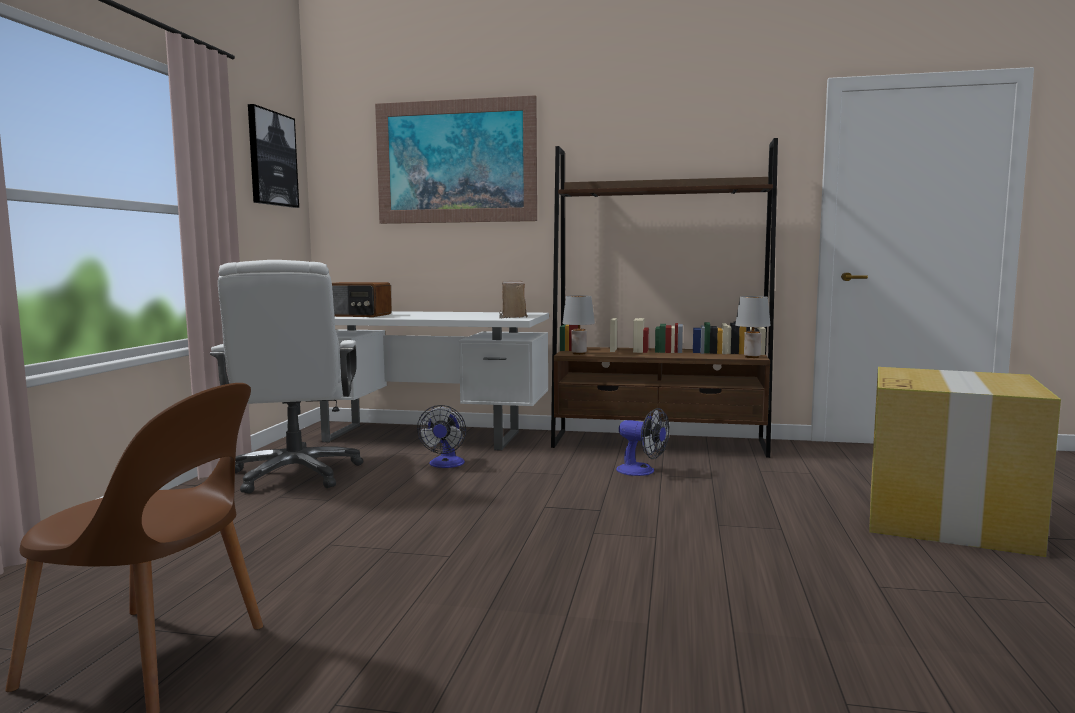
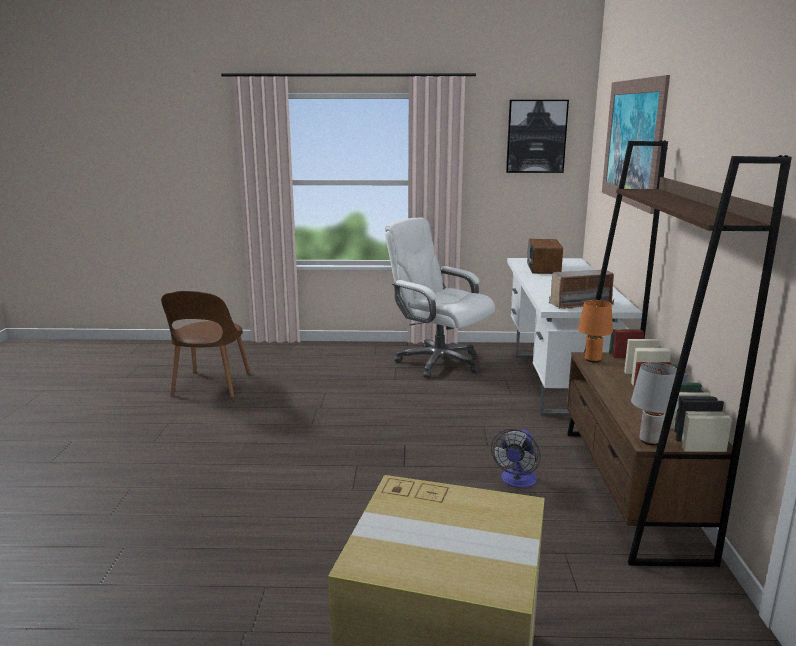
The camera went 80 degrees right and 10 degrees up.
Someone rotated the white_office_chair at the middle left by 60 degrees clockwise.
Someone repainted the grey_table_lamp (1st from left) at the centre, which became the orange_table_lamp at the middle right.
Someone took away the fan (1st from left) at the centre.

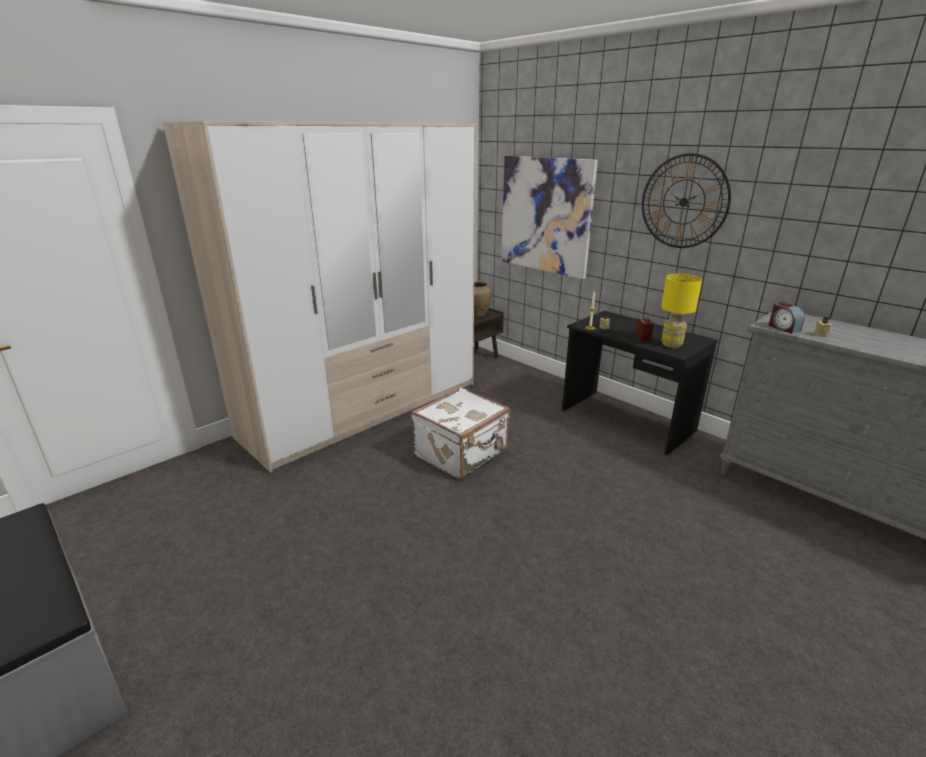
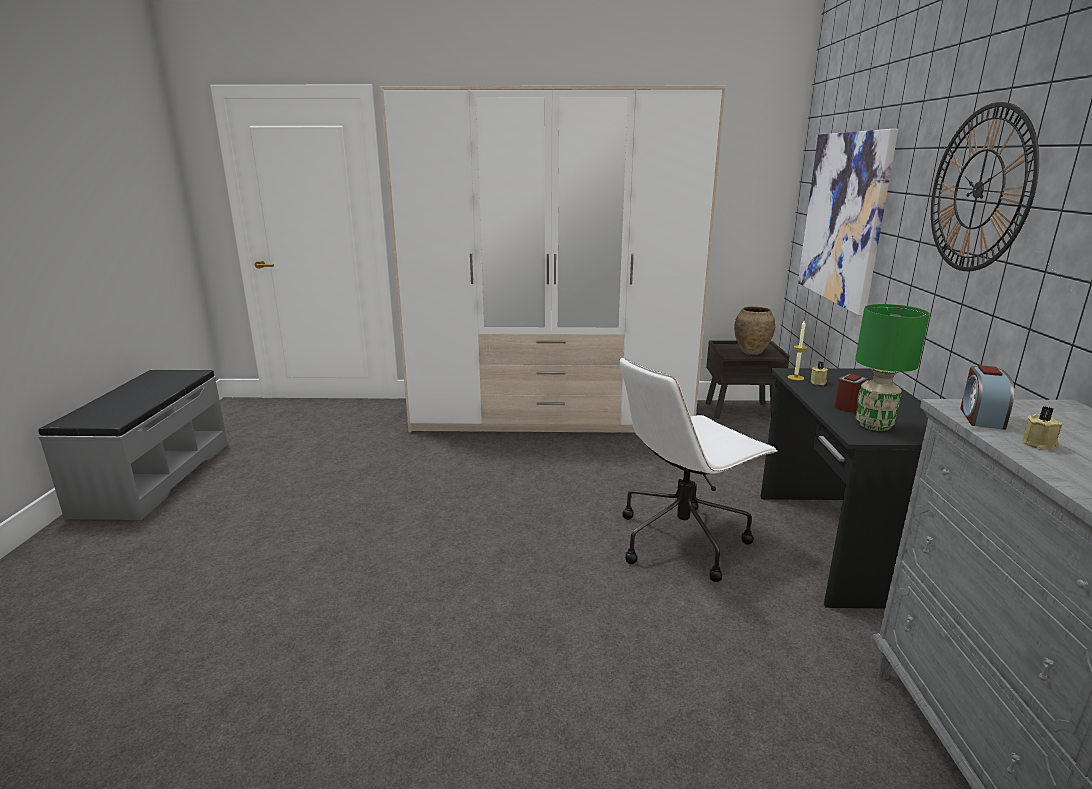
The camera went 45 degrees right and 5 degrees down.
Someone put down the white_office_chair at the centre.
Someone repainted the yellow_table_lamp at the middle right, which became the green_table_lamp at the middle right.
Someone took away the white_suitcase at the centre.

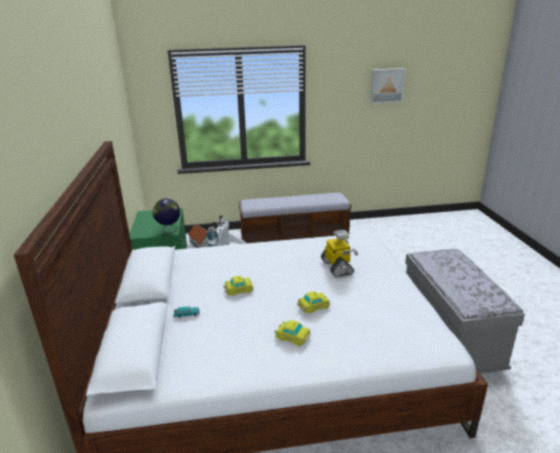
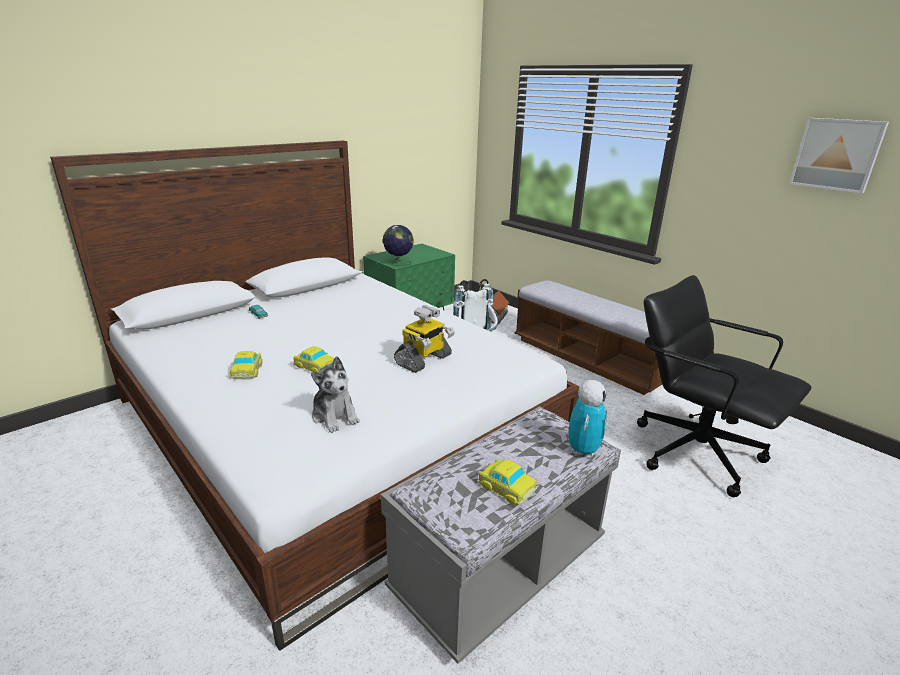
The camera went 55 degrees right and 0 degrees up.
Someone put down the plush_toy at the centre.
Someone carried the toy_car (2nd from left in the first image) from the centre to the bottom centre.
Someone put down the toy_robot (2nd from left) at the centre.
Someone put down the black_office_chair at the middle right.

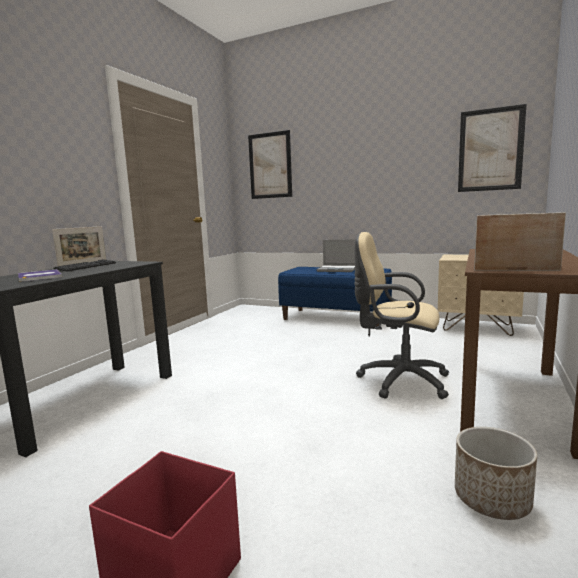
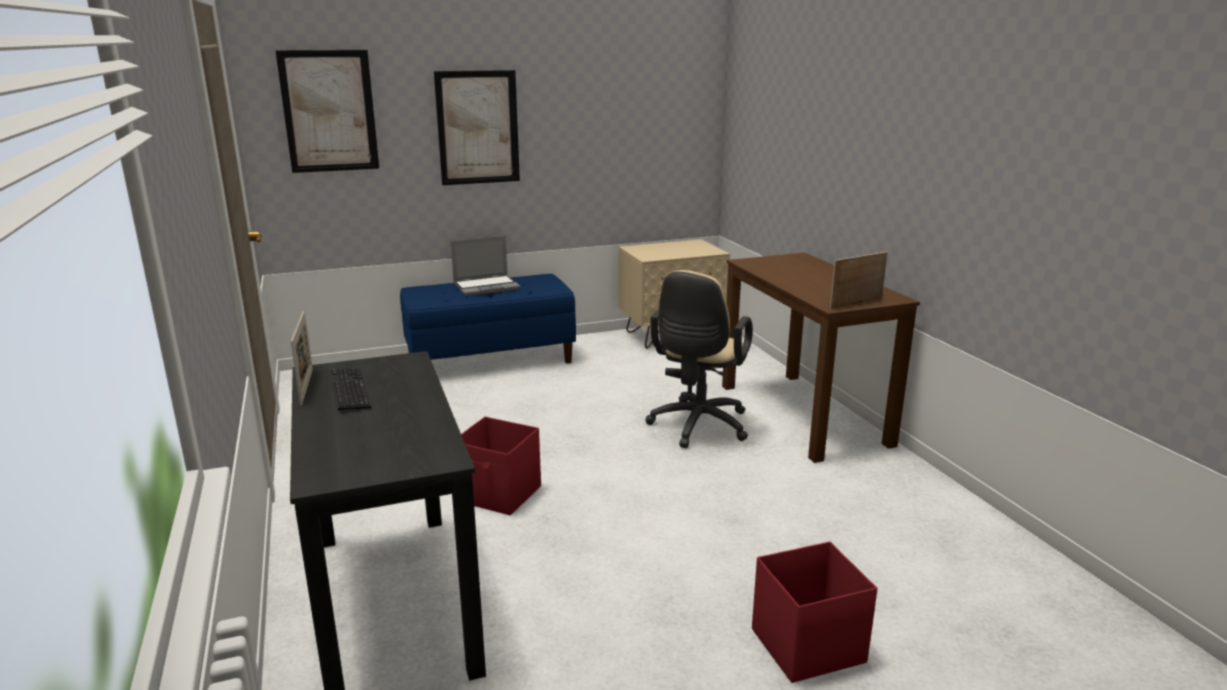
The camera went 45 degrees left and 10 degrees up.
Someone carried the picture (2nd from left) from the top right to the top centre.
Someone put down the red_storage_box (1st from left) at the bottom centre.
Someone rotated the beige_office_chair at the middle right by 45 degrees counterclockwise.
Someone took away the book at the middle left.
Someone took away the planter at the bottom right.

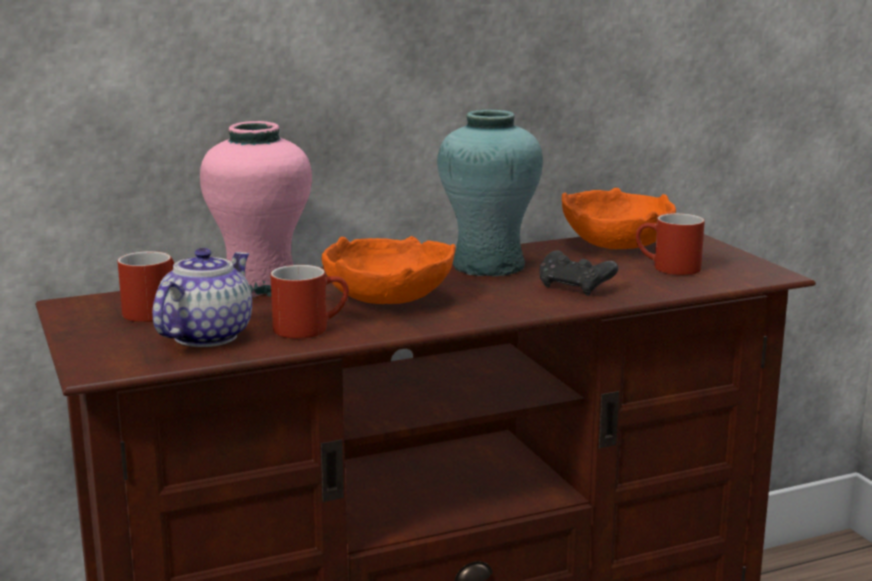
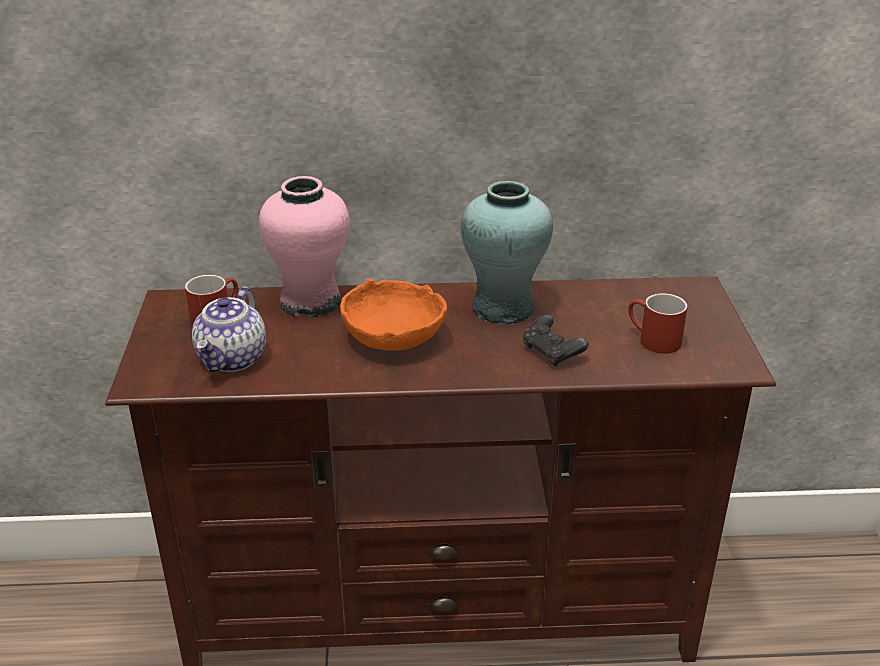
The camera went 20 degrees right and 15 degrees up.
Someone rotated the teapot at the middle left by 150 degrees clockwise.
Someone took away the red_mug (2nd from left) at the centre.
Someone took away the orange_bowl (2nd from left) at the middle right.

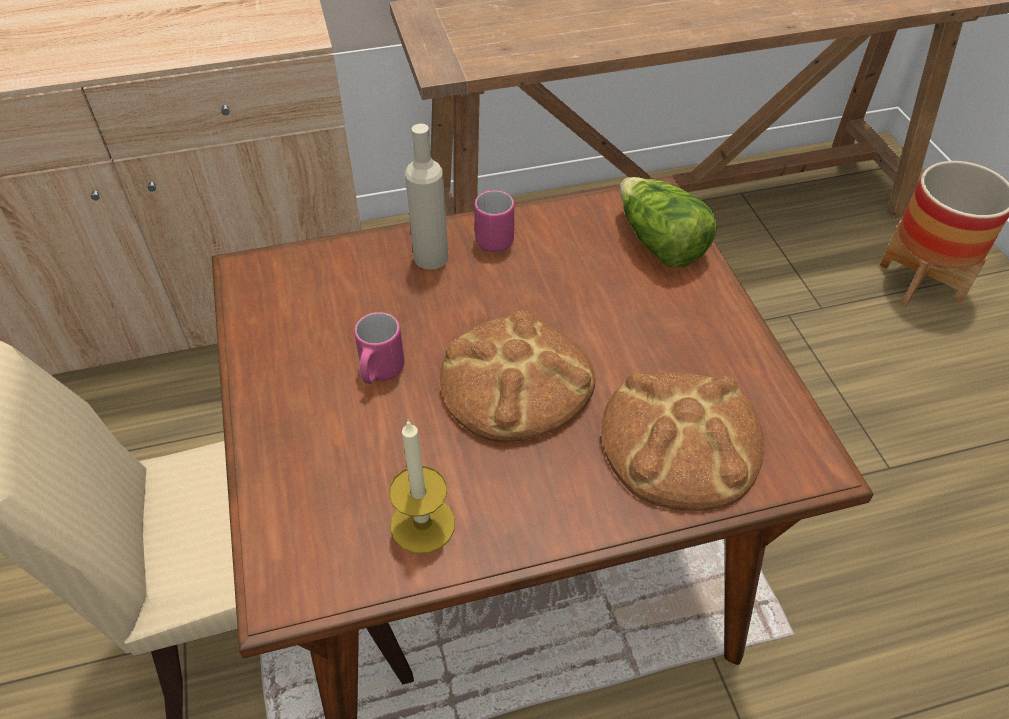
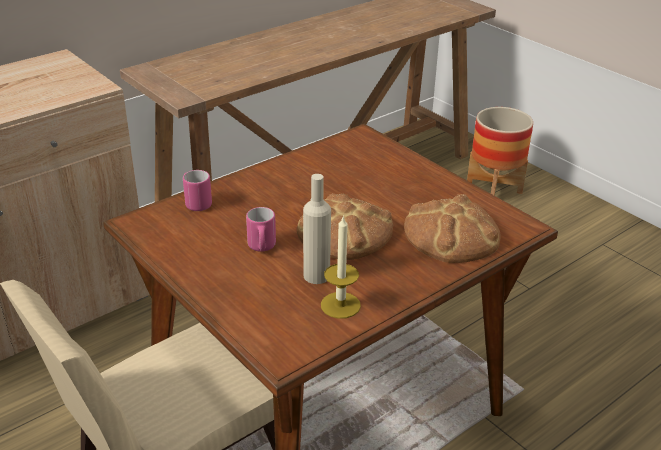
The camera went 25 degrees left and 15 degrees down.
Someone carried the pink_mug (2nd from left in the first image) from the top centre to the middle left.
Someone carried the beige_bottle from the top centre to the centre.
Someone took away the lettuce at the top centre.

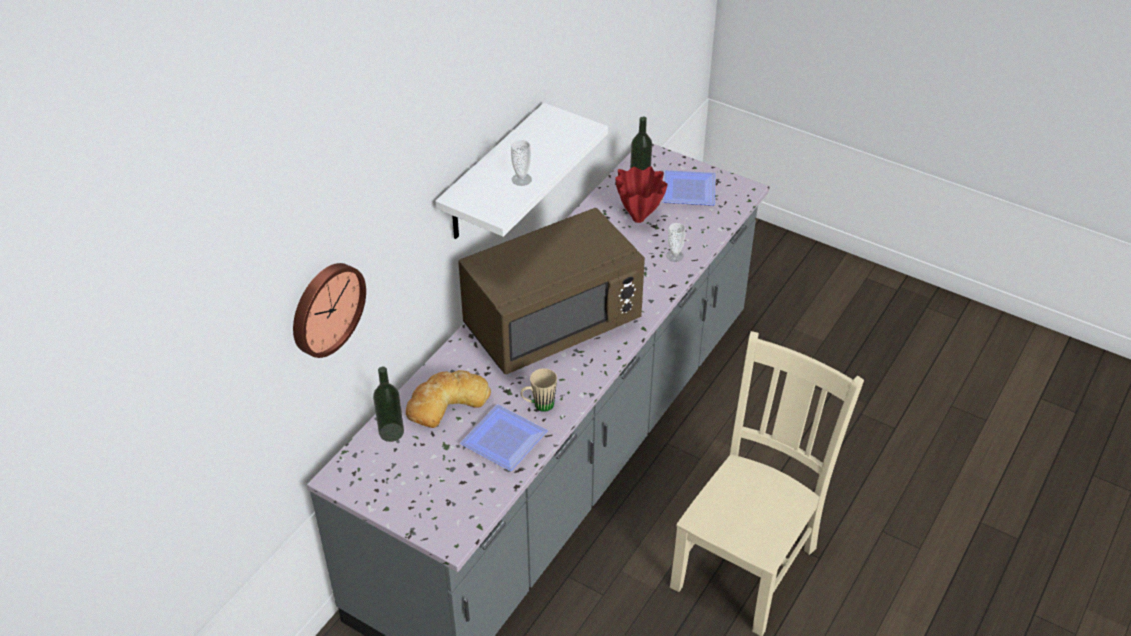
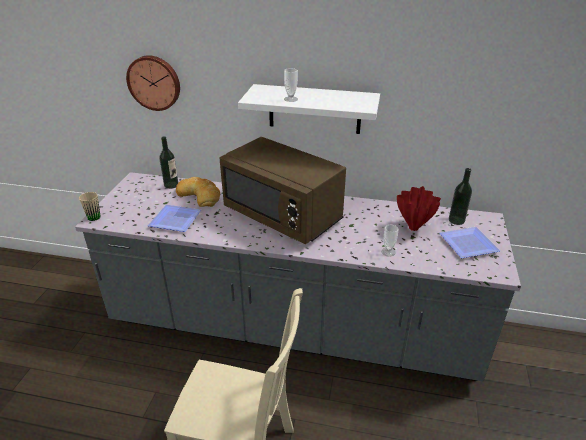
The camera went 70 degrees right and 10 degrees down.
Someone carried the beige_mug from the centre to the middle left.

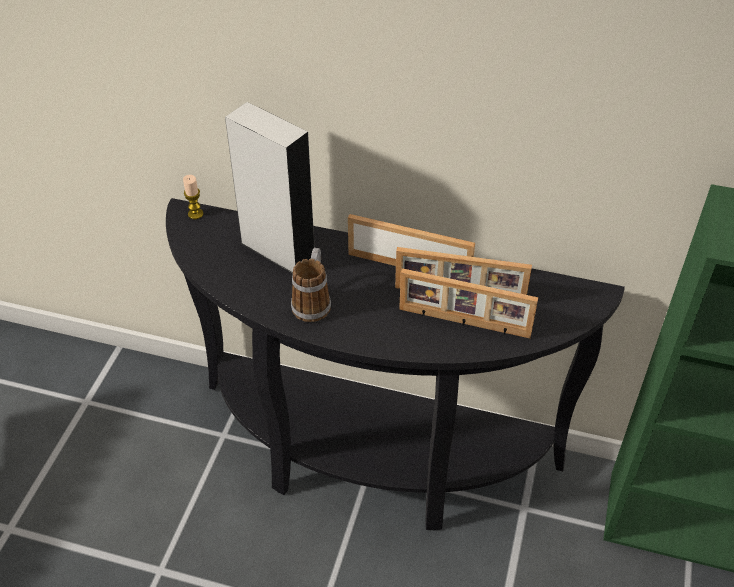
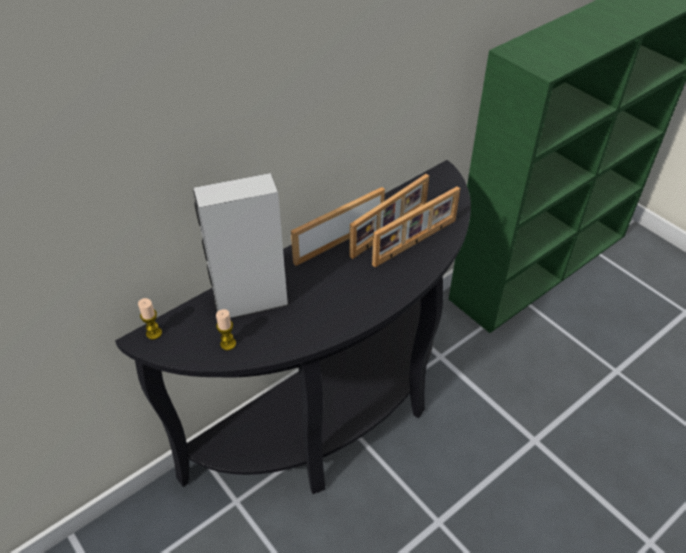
The camera went 55 degrees left and 0 degrees up.
Someone put down the candle (2nd from left) at the middle left.
Someone took away the mug at the centre.

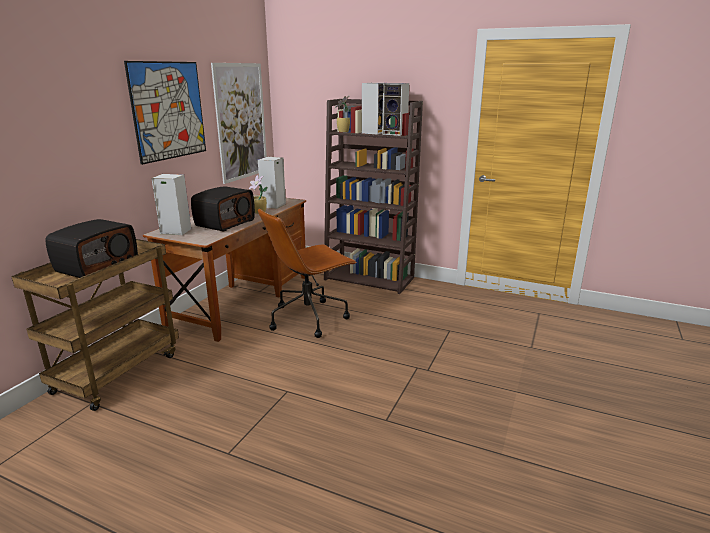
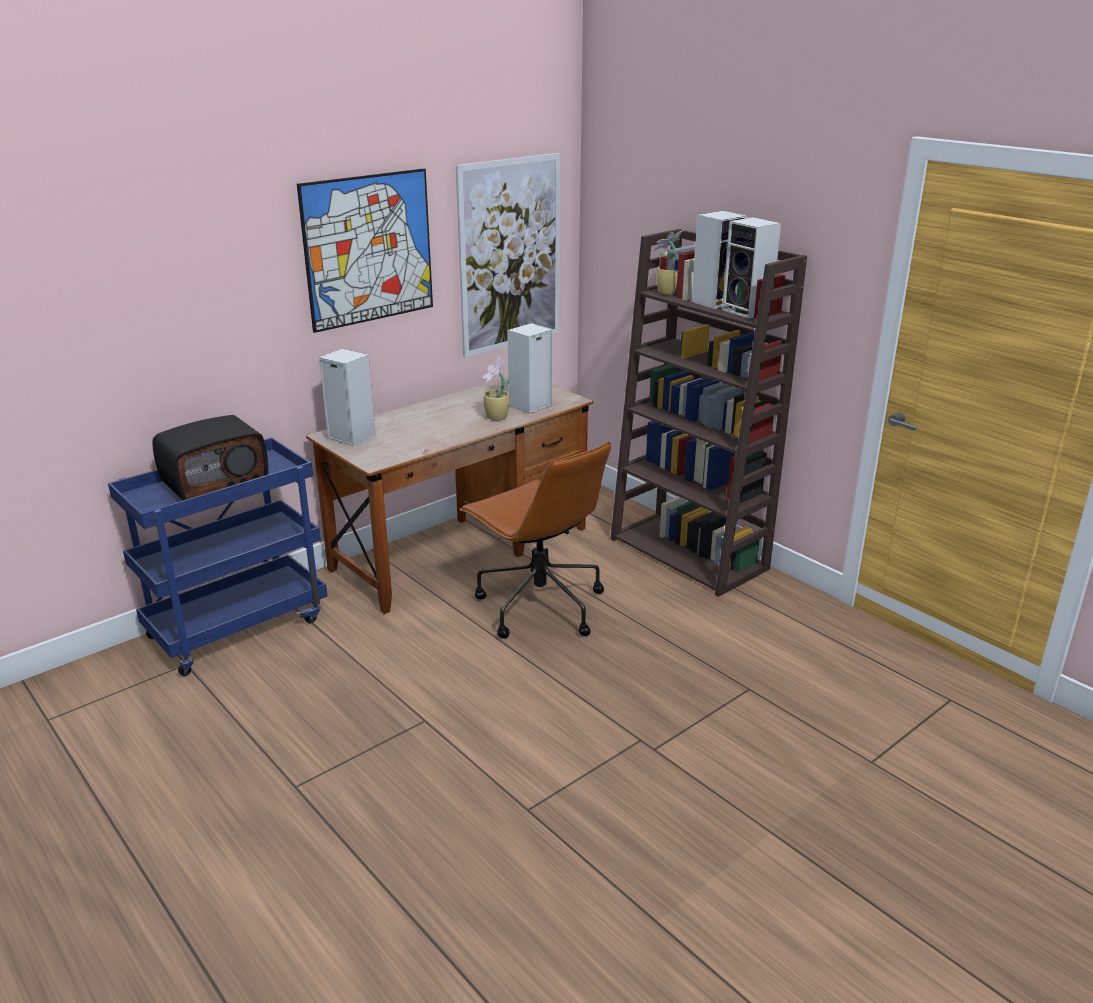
The camera went 25 degrees right and 5 degrees up.
Someone repainted the brown_cart at the middle left, which became the blue_cart at the middle left.
Someone rotated the brown_office_chair at the centre by 120 degrees counterclockwise.
Someone took away the radio (2nd from left) at the middle left.

